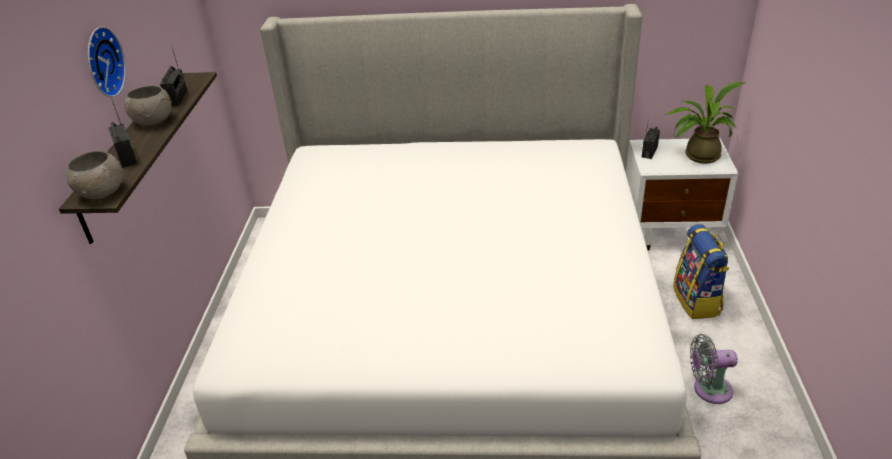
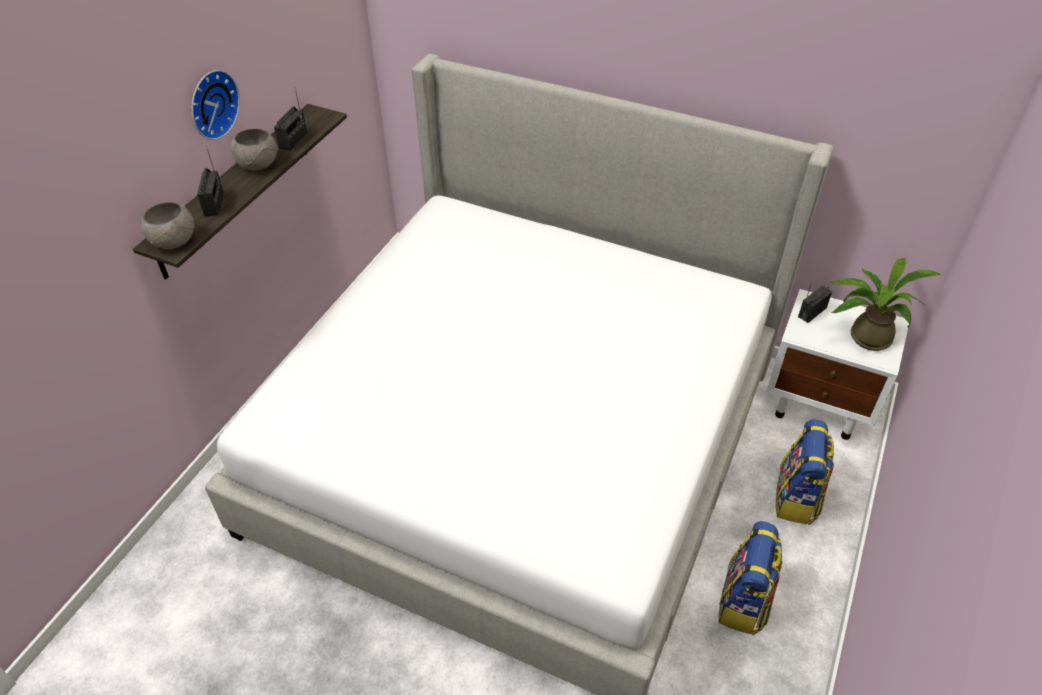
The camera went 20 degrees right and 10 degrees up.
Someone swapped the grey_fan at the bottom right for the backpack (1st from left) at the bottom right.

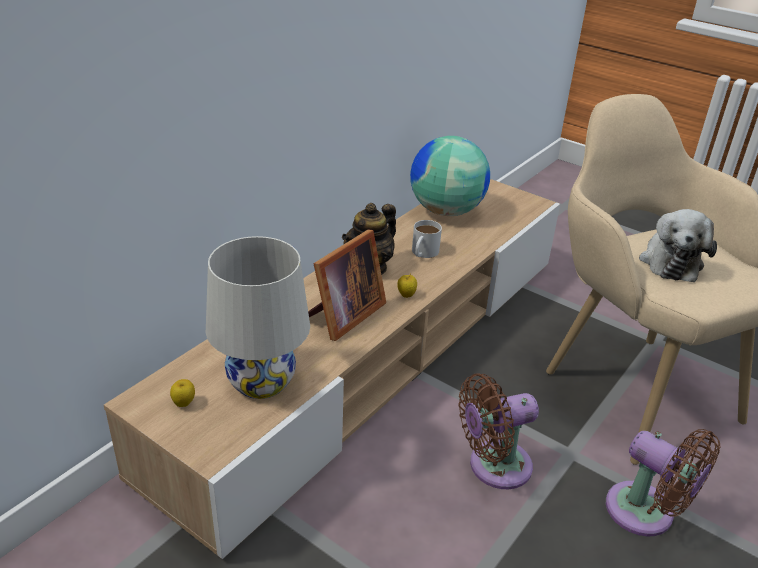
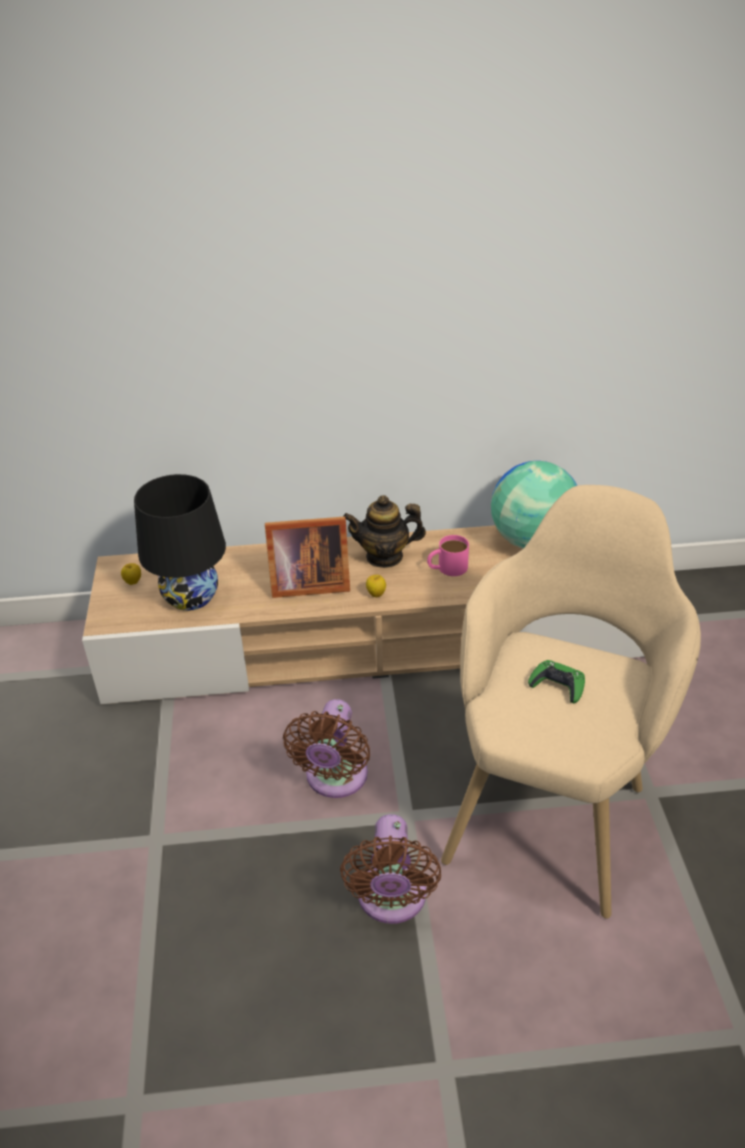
The camera went 50 degrees right and 5 degrees up.
Someone repainted the white_table_lamp at the centre, which became the black_table_lamp at the middle left.
Someone rotated the brown_fan (1st from left) at the bottom centre by 105 degrees counterclockwise.
Someone repainted the white_mug at the centre, which became the pink_mug at the centre.
Someone swapped the plush_toy at the middle right for the green_game_controller at the middle right.

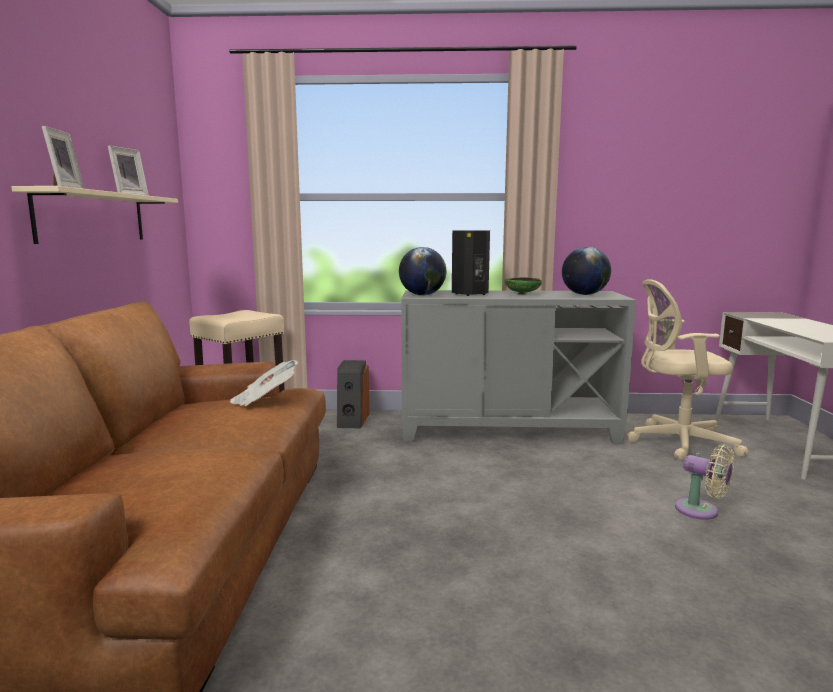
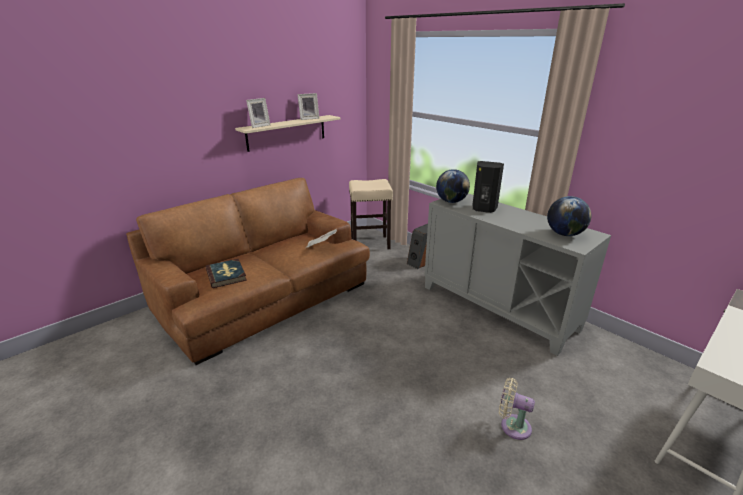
The camera went 45 degrees right and 15 degrees up.
Someone put down the book at the middle left.
Someone rotated the beige_fan at the bottom right by 120 degrees clockwise.
Someone took away the green_bowl at the centre.
Someone took away the beige_office_chair at the middle right.

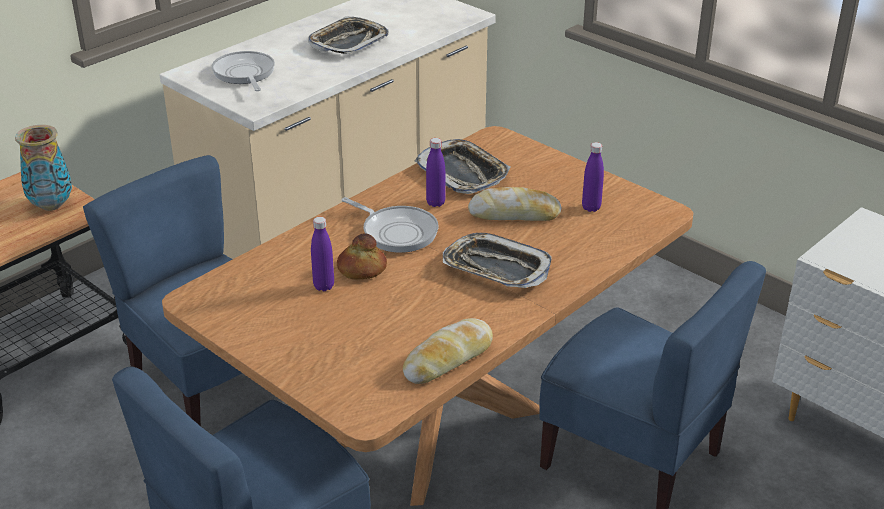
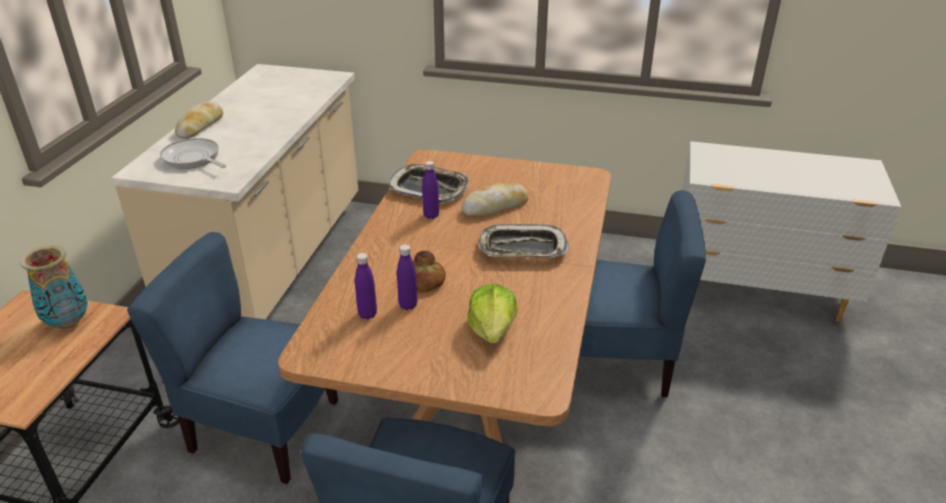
The camera went 30 degrees left and 0 degrees up.
Someone carried the bread (2nd from left in the first image) from the bottom centre to the top left.
Someone carried the purple_bottle (3rd from left in the first image) from the middle right to the centre.
Someone put down the lettuce at the centre.
Someone took away the tray (1st from left) at the top centre.
Someone took away the frying_pan (2nd from left) at the centre.

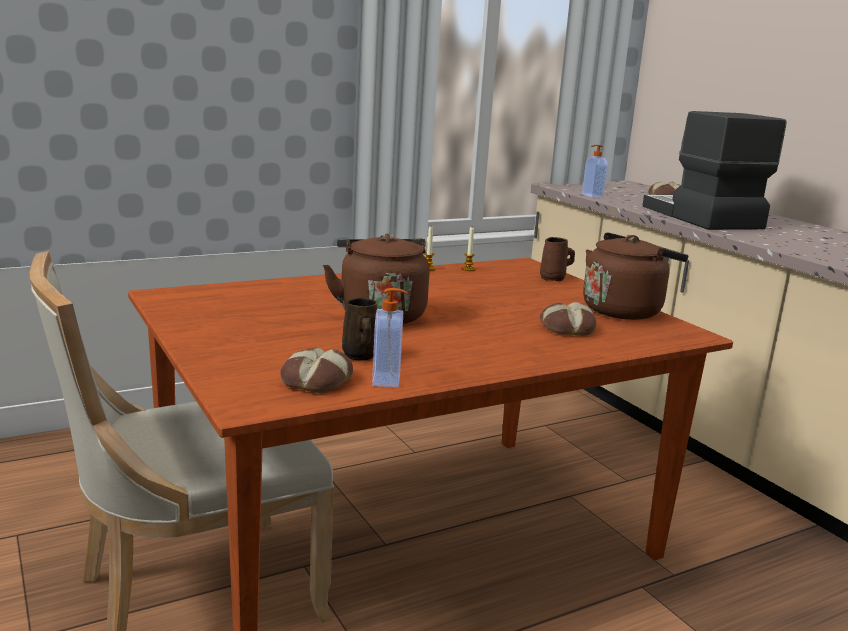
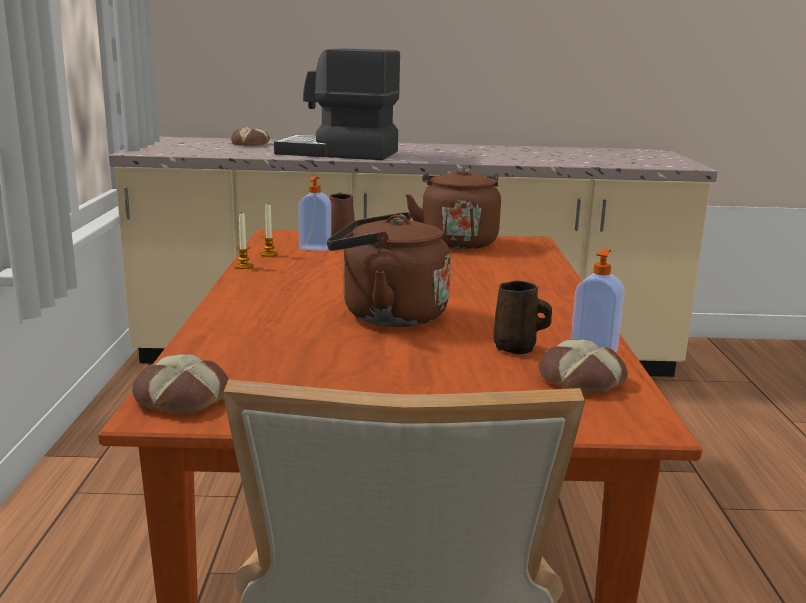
The camera went 60 degrees left and 0 degrees up.
Someone carried the bread (2nd from left in the first image) from the middle right to the middle left.
Someone carried the soap_dispenser (2nd from left in the first image) from the top right to the centre.

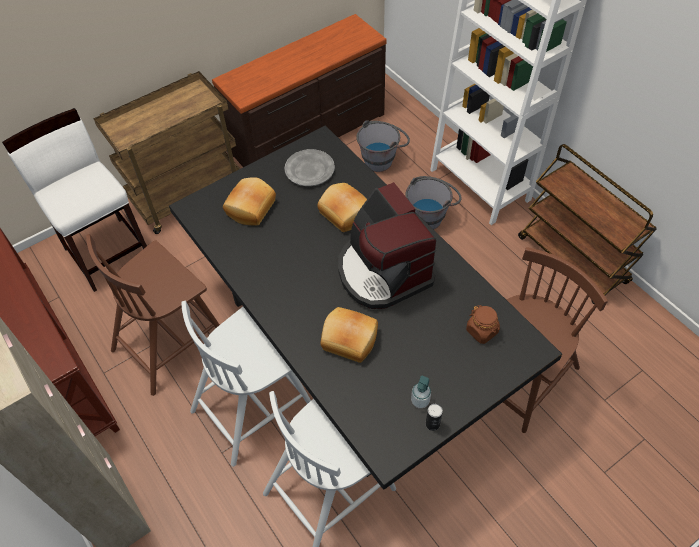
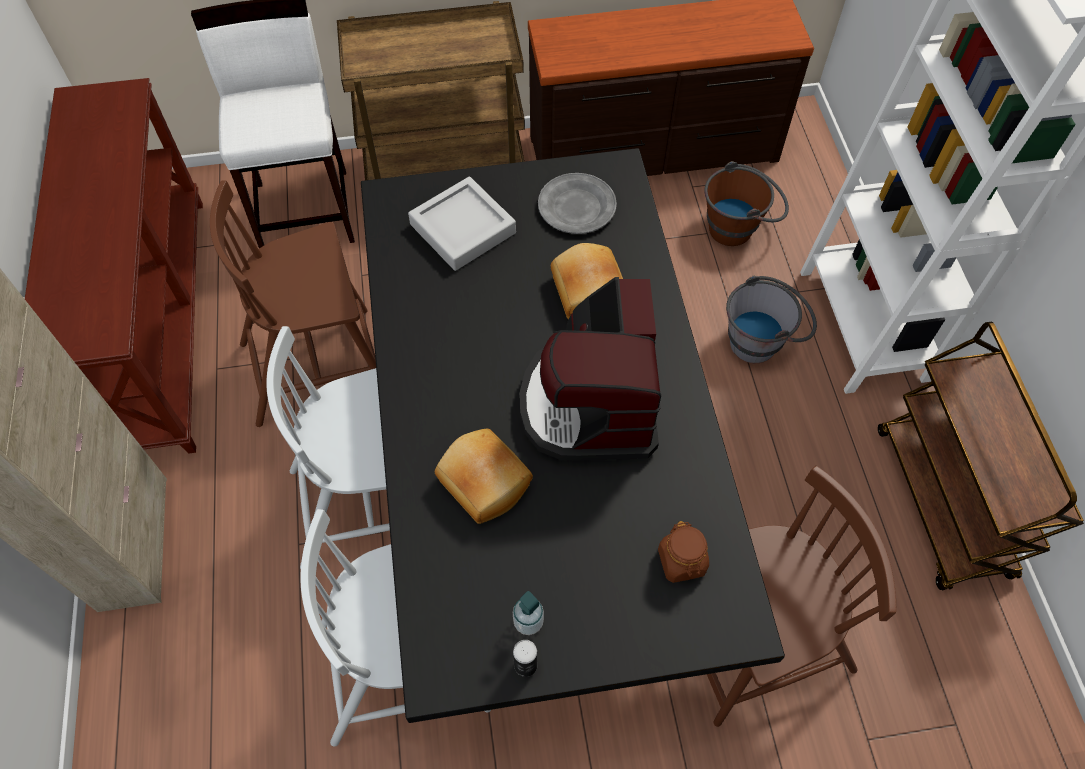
The camera went 25 degrees right and 5 degrees up.
Someone swapped the bread (1st from left) at the centre for the grey_tray at the top centre.
Someone repainted the grey_bucket (1st from left) at the top centre, which became the brown_bucket at the top right.

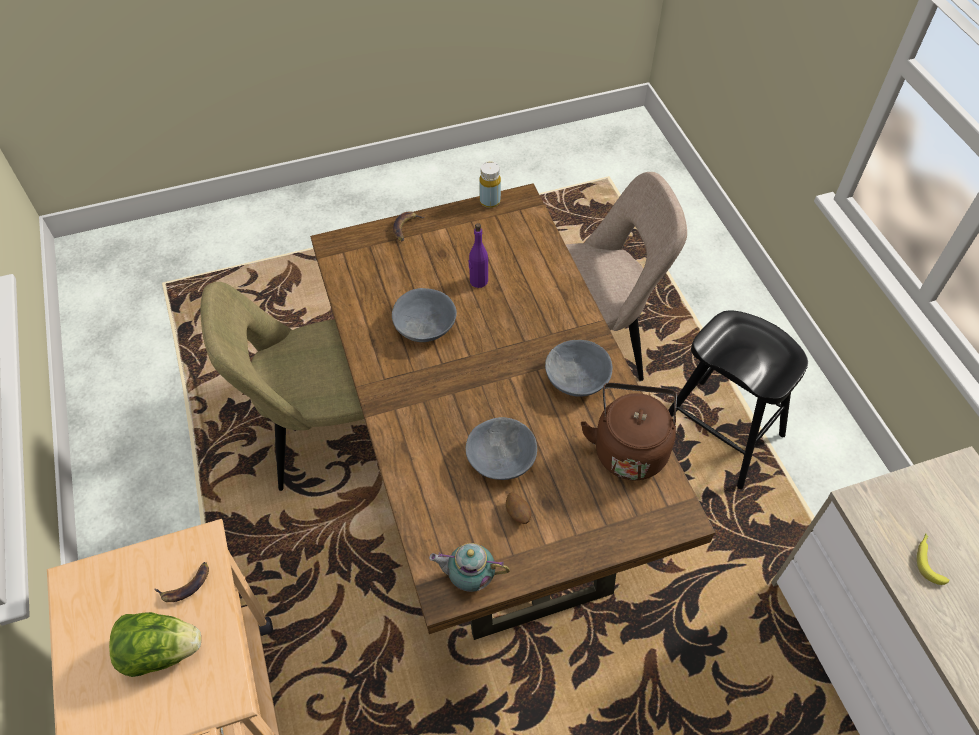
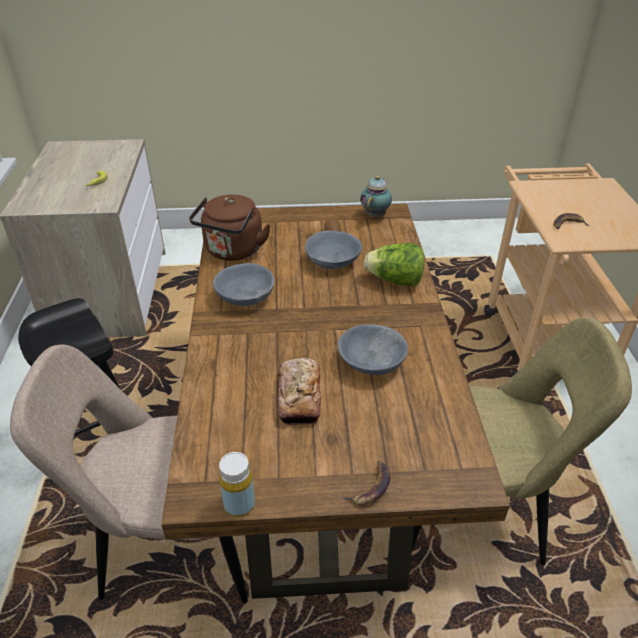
The camera went 165 degrees left and 15 degrees down.
Someone swapped the purple_bottle at the centre for the bread at the centre.
Someone rotated the teapot at the bottom centre by 90 degrees counterclockwise.
Someone carried the lettuce from the bottom left to the centre.

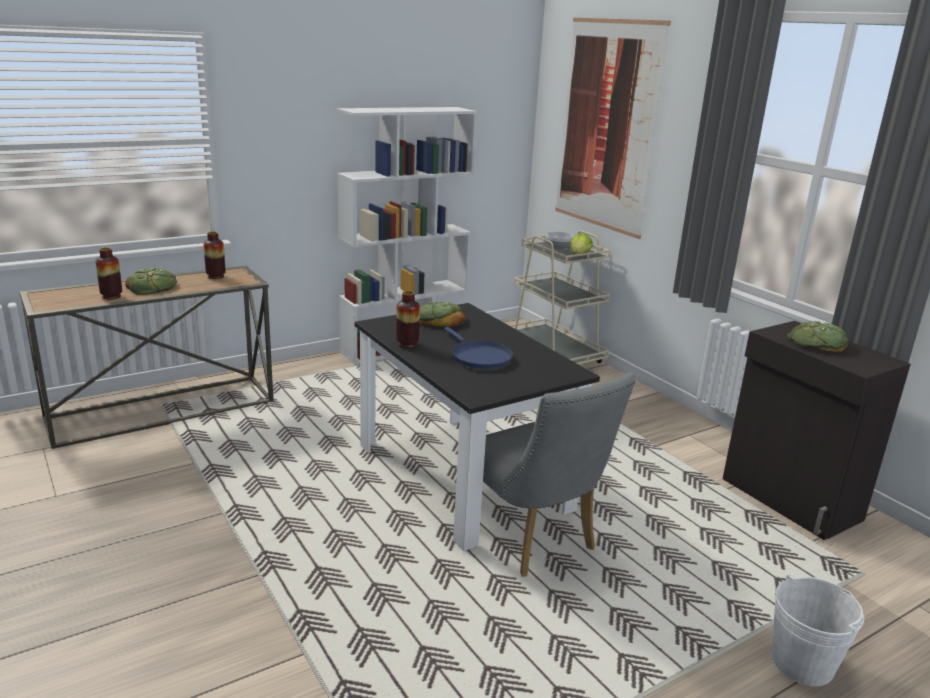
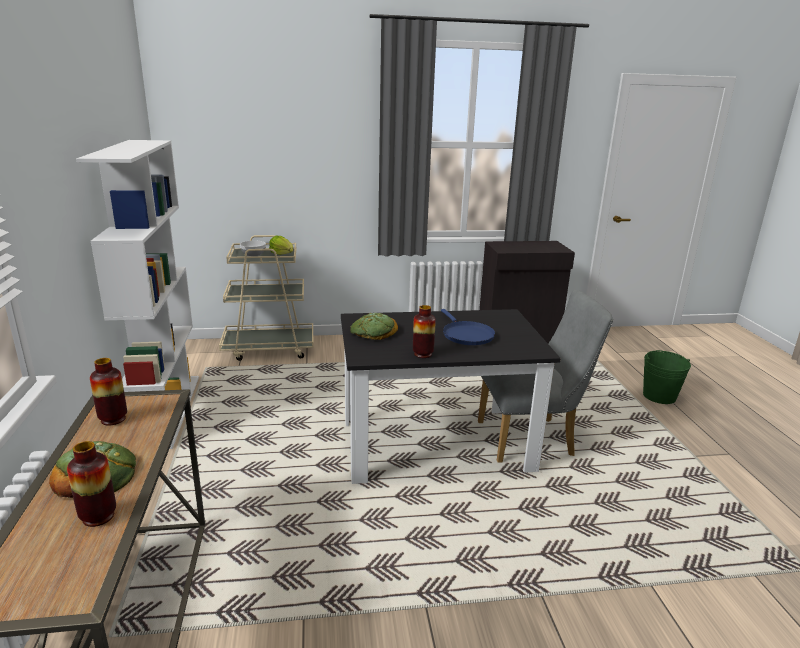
The camera went 65 degrees left and 0 degrees up.
Someone rotated the blue_frying_pan at the centre by 75 degrees clockwise.
Someone repainted the white_bucket at the bottom right, which became the green_bucket at the middle right.
Someone took away the picture at the top centre.
Someone took away the bread (3rd from left) at the middle right.

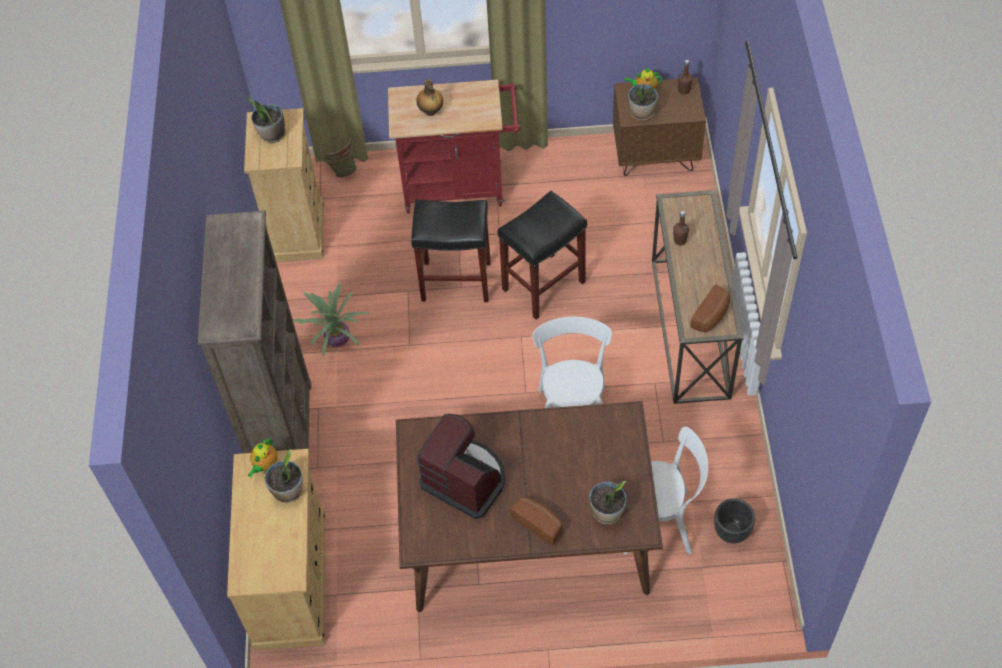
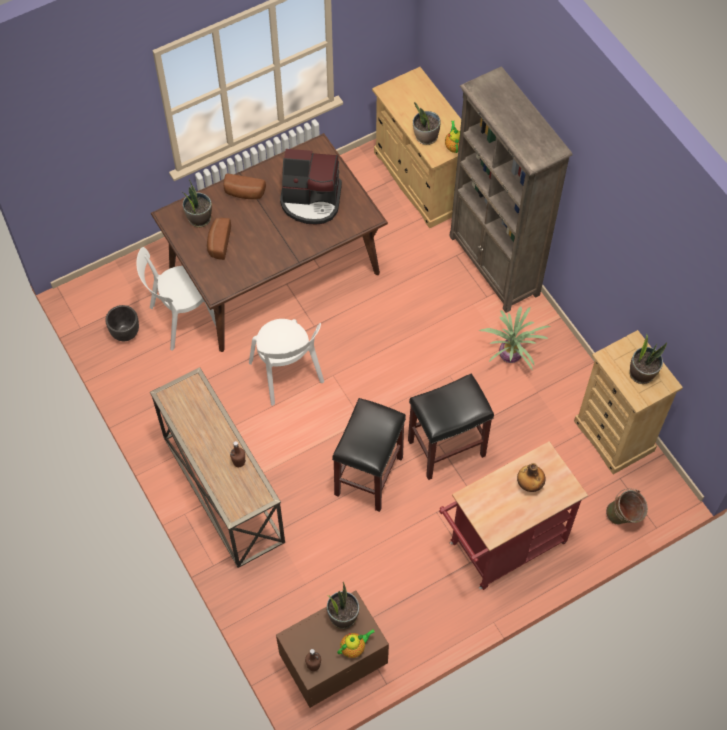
The camera went 150 degrees right and 5 degrees up.
Someone carried the bread (2nd from left in the first image) from the middle right to the top left.

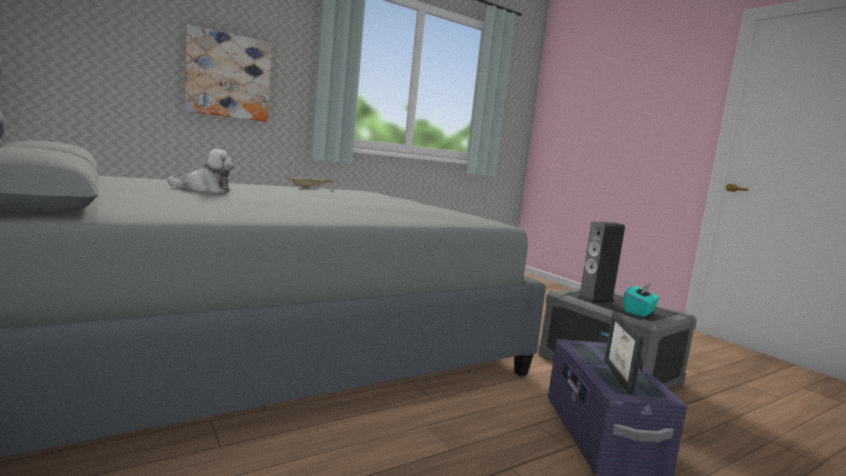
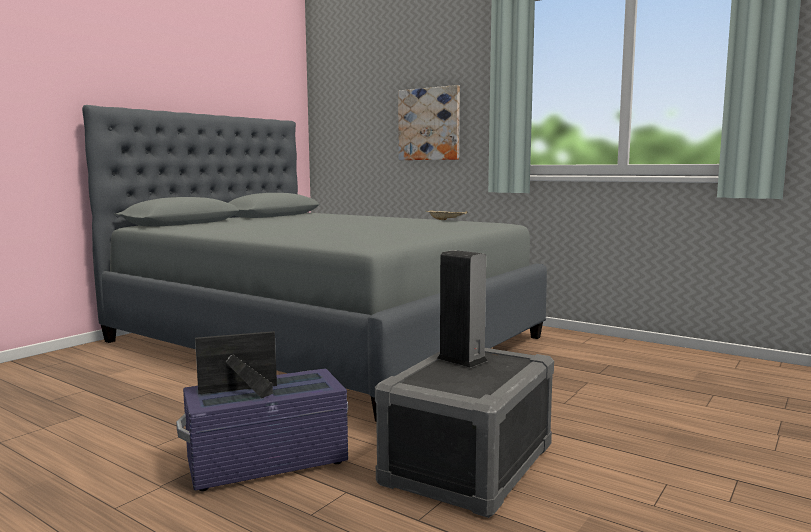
The camera went 70 degrees right and 0 degrees up.
Someone took away the plush_toy at the middle left.
Someone took away the turquoise_tissue_box at the middle right.

